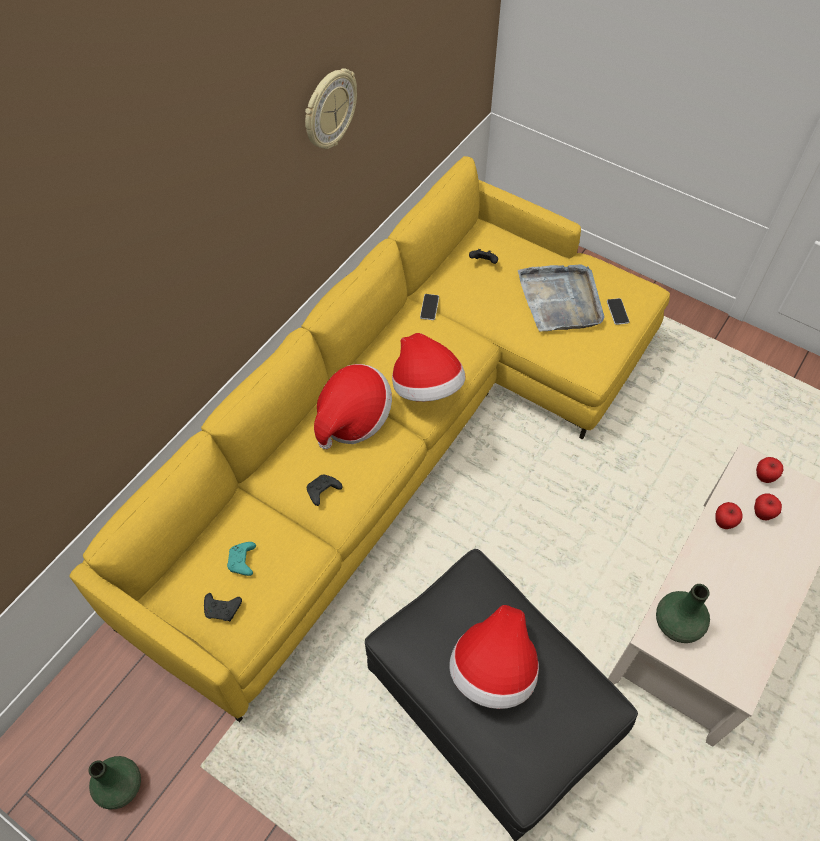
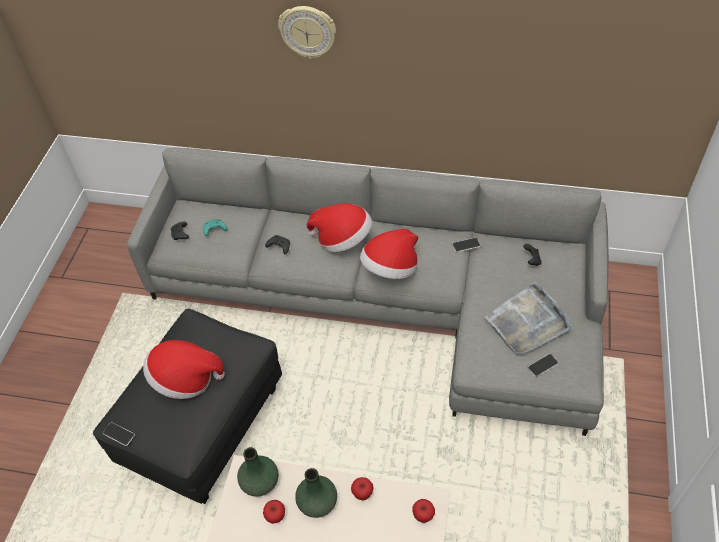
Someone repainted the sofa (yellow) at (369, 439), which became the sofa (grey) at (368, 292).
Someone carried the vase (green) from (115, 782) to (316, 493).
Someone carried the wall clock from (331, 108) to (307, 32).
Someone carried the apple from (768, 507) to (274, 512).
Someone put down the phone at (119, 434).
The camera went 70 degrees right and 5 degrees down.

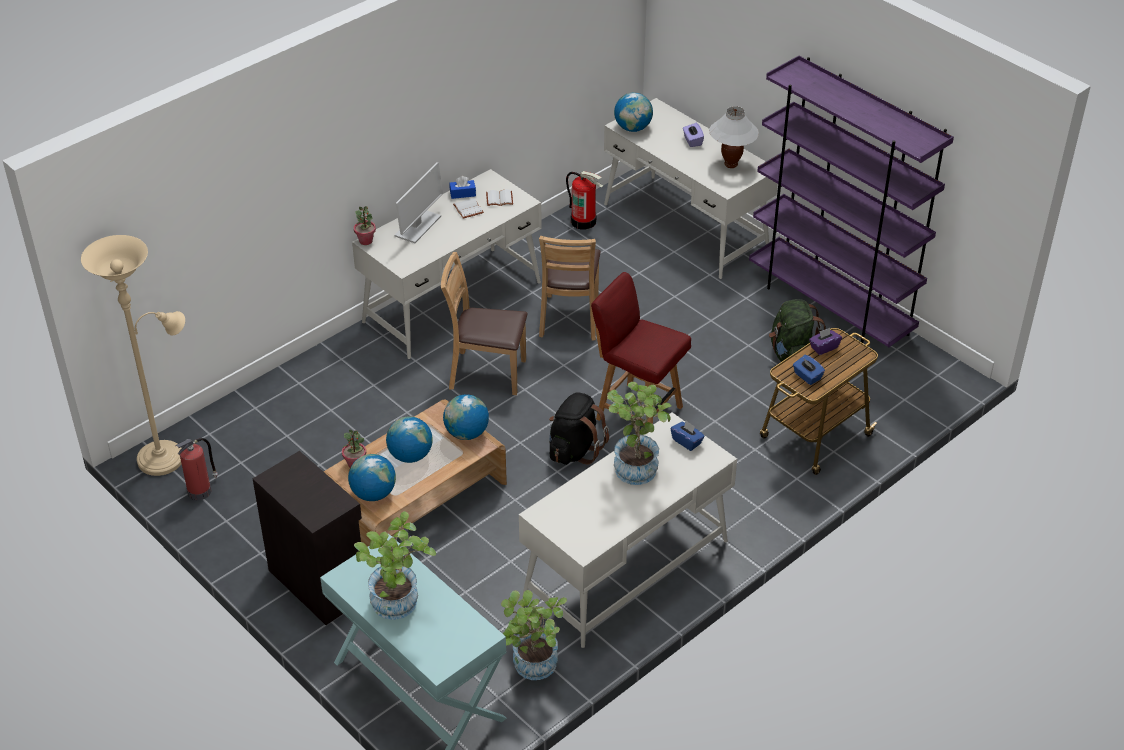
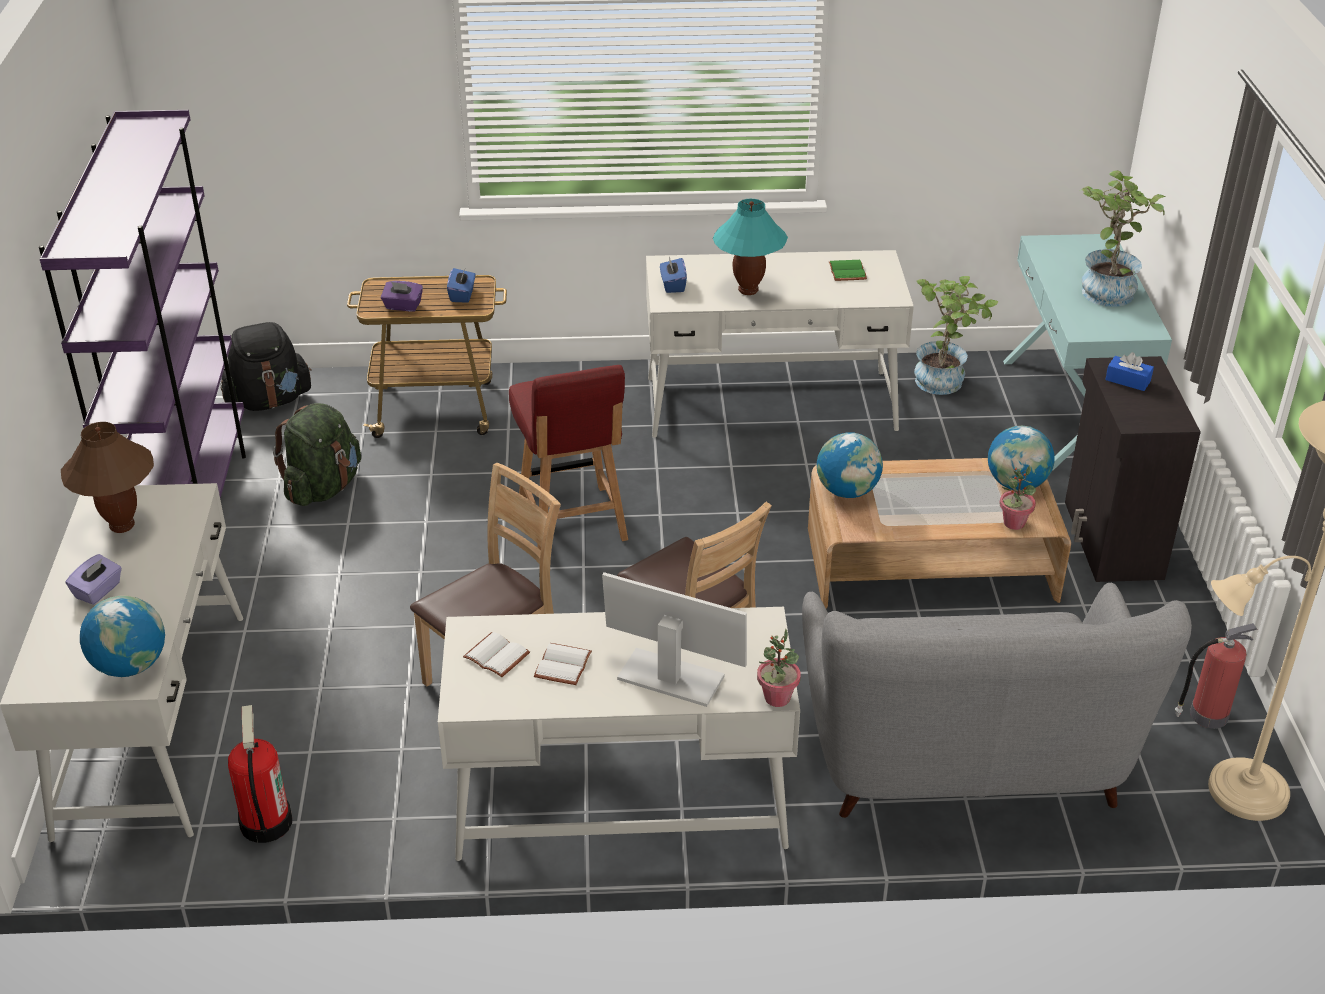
Someone took away the globe at (409, 439).
Someone rotated the monitor at (419, 202) by 45 degrees clockwise.
Someone carried the tissue box (blue) from (462, 187) to (1129, 371).
Someone carried the backpack (black) from (579, 429) to (266, 366).
Someone swapped the potted plant at (639, 433) for the table lamp (turquoise) at (750, 247).
Someone repainted the table lamp (white) at (734, 137), which became the table lamp (brown) at (107, 477).
Someone put down the sofa (grey) at (997, 700).
Someone put down the book (green) at (848, 270).
The camera went 140 degrees left and 5 degrees down.

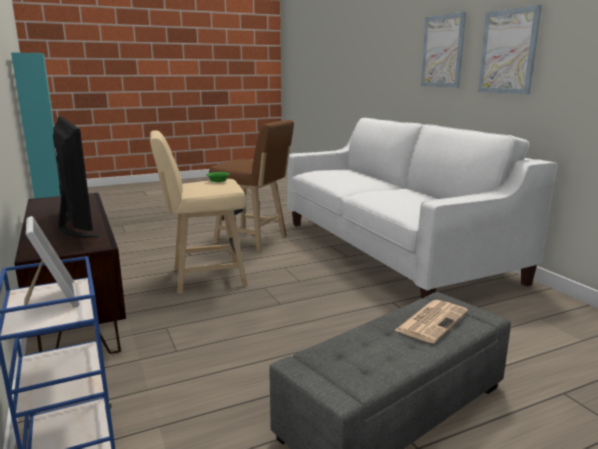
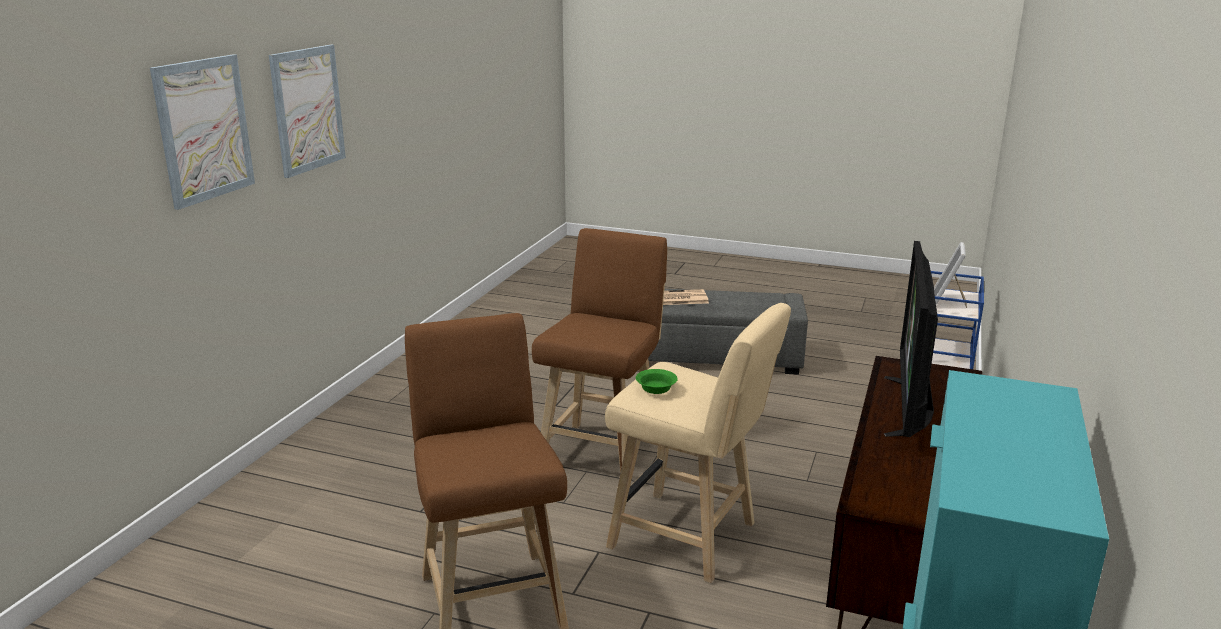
Someone took away the sofa (white) at (422, 208).
Someone put down the stool (brown) at (599, 357).
The camera went 135 degrees left and 5 degrees up.

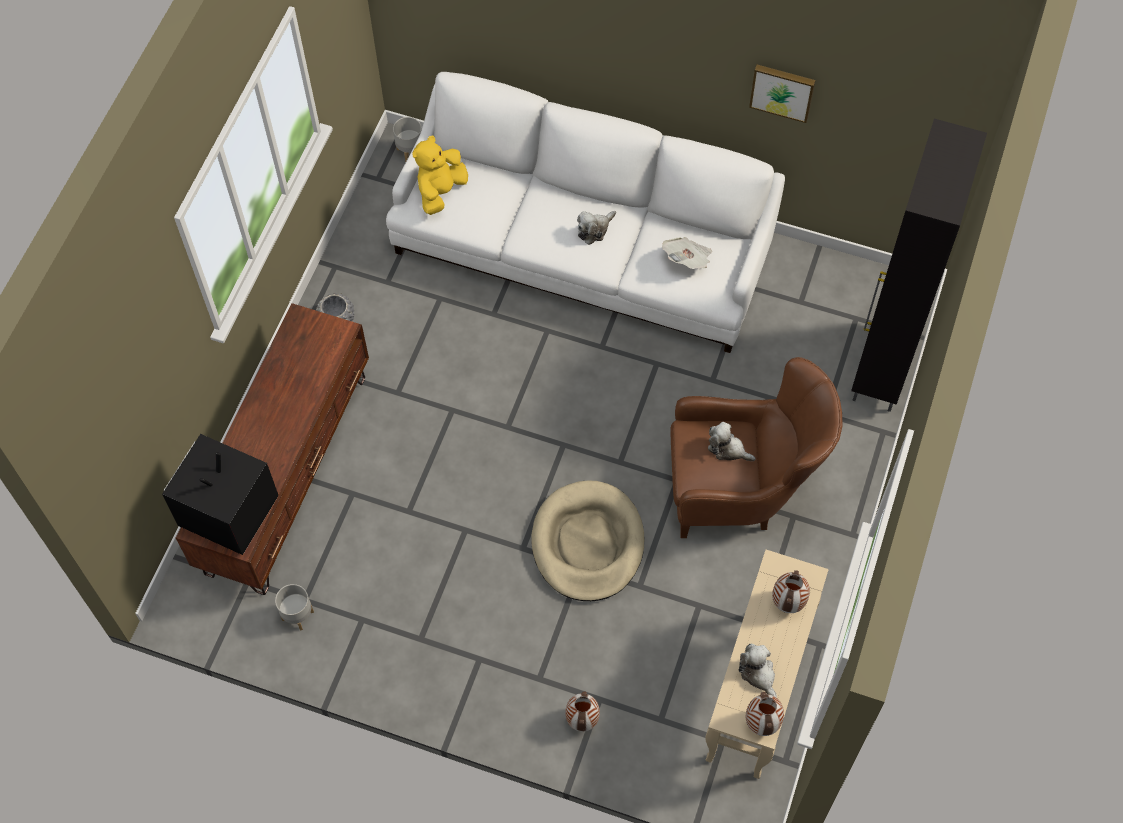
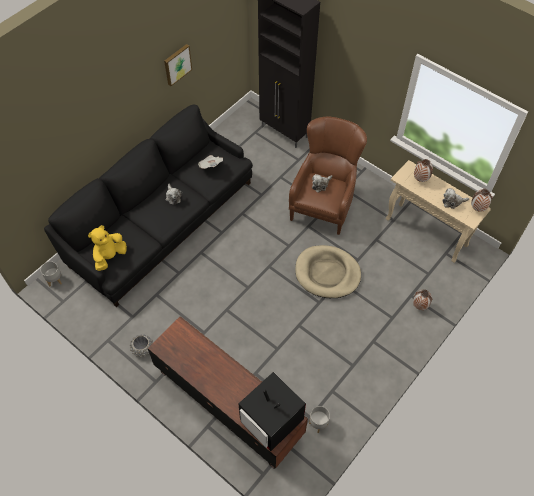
Someone repainted the sofa (white) at (585, 212), which became the sofa (black) at (148, 206).
Someone rotated the plush toy (yellow) at (440, 175) by 75 degrees clockwise.
The camera went 70 degrees left and 5 degrees down.

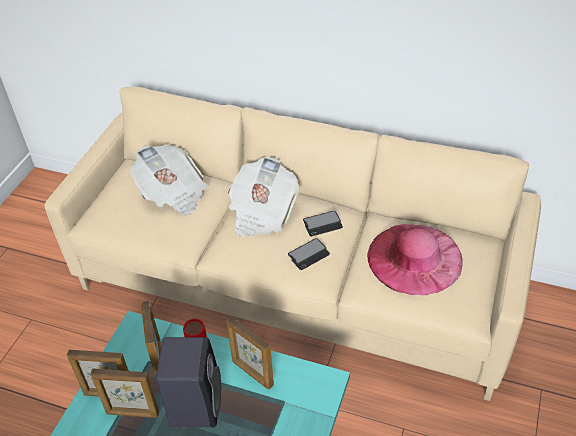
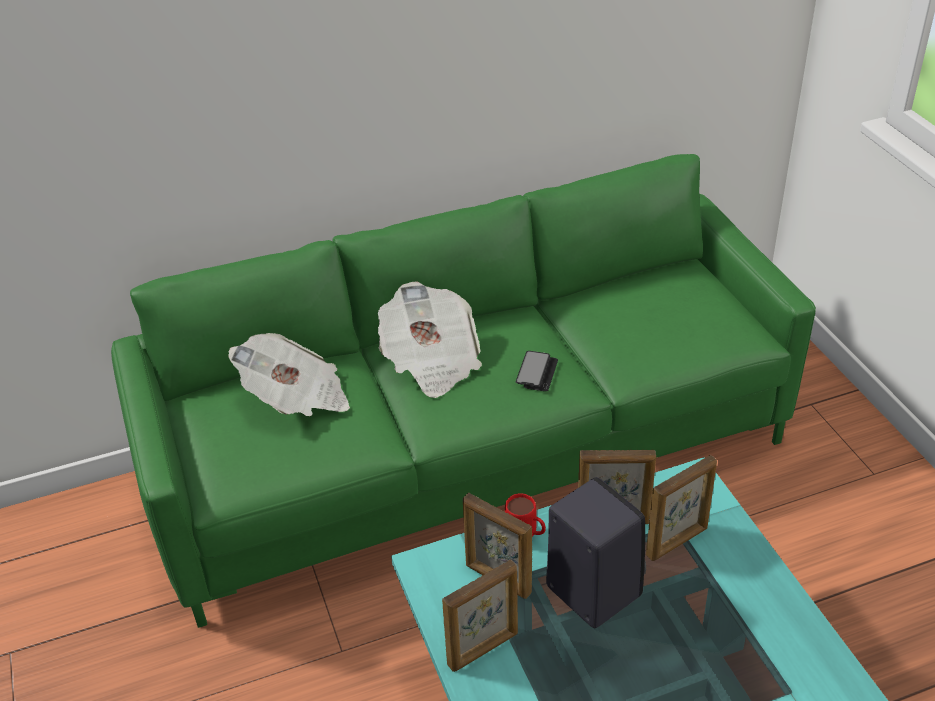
Someone repainted the sofa (beige) at (292, 244), which became the sofa (green) at (463, 391).
Someone carried the picture frame from (124, 393) to (681, 508).
Someone took away the phone at (323, 223).
Someone took away the hat (pink) at (415, 259).
The camera went 40 degrees left and 5 degrees down.

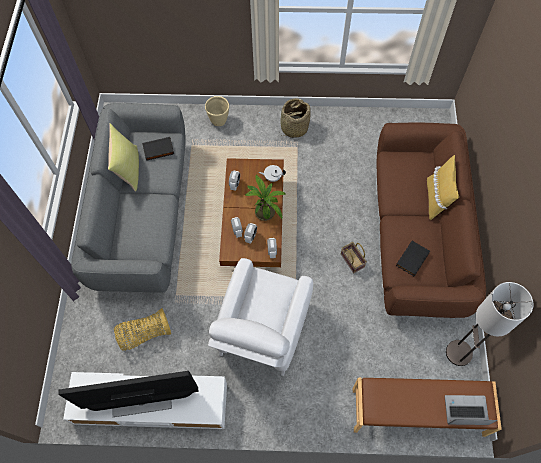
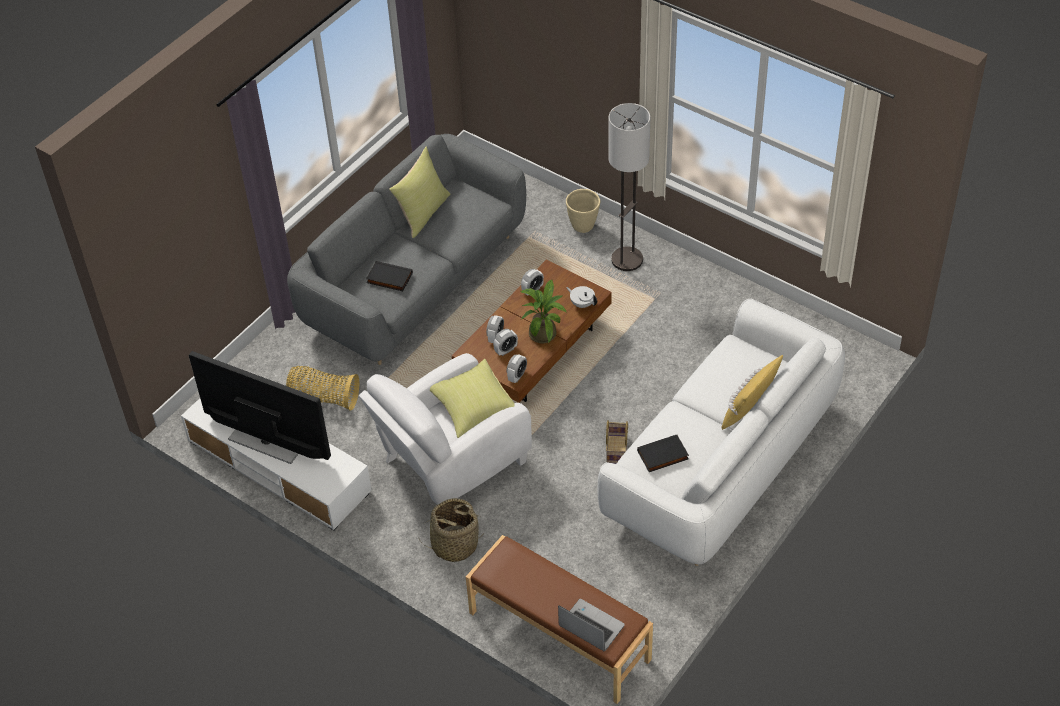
Someone carried the book (black) from (158, 149) to (389, 276).
Someone carried the basket from (295, 118) to (449, 530).
Someone repainted the sofa (brown) at (431, 220), which became the sofa (white) at (721, 432).
Someone carried the floor lamp from (489, 324) to (629, 187).
Someone put down the pillow (yellow) at (472, 398).
The camera went 35 degrees right and 15 degrees down.

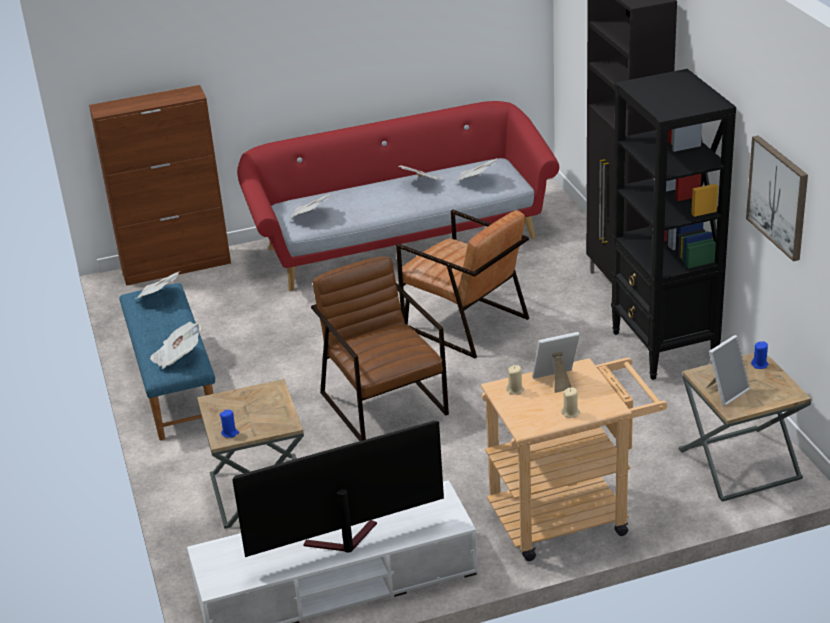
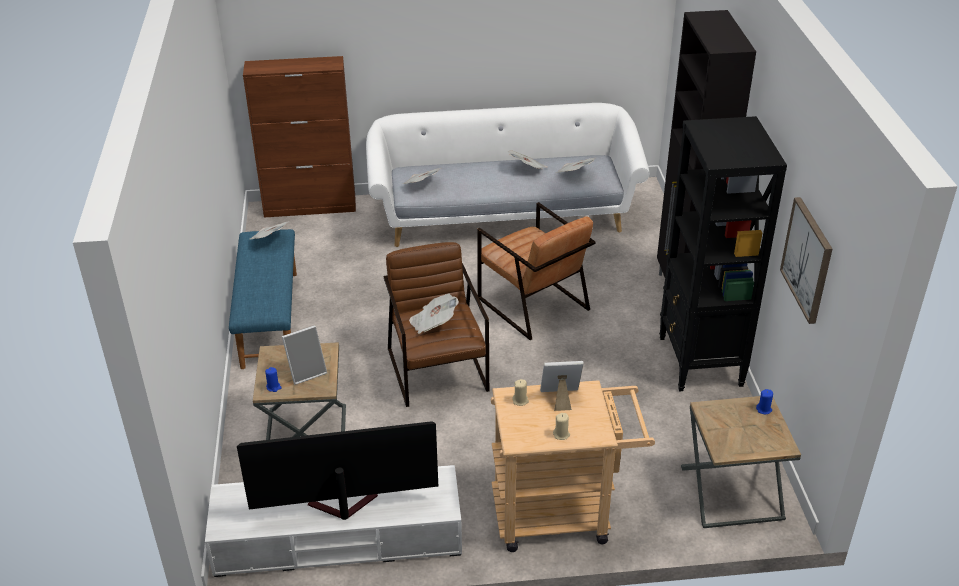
Someone carried the newspaper from (176, 345) to (434, 313).
Someone repainted the sofa (red) at (398, 196), which became the sofa (white) at (507, 175).
Someone carried the picture frame from (728, 370) to (304, 355).
The camera went 10 degrees right and 5 degrees up.

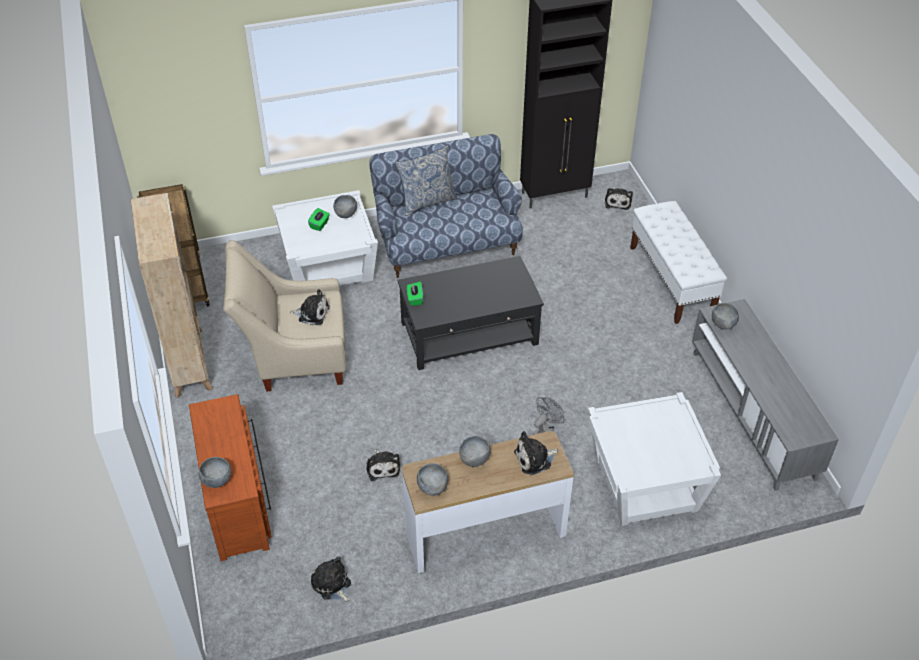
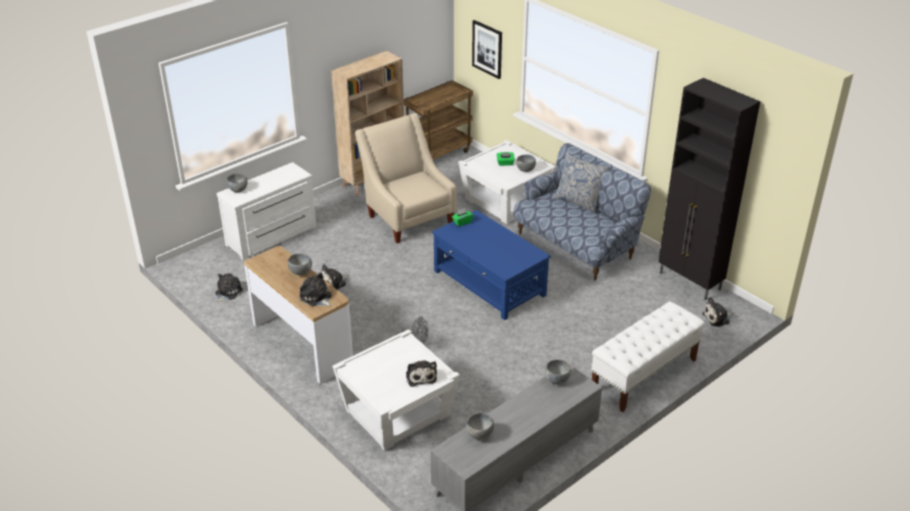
Someone repainted the dresser (brown) at (230, 477), which became the dresser (white) at (266, 211).
Someone carried the plush toy from (309, 307) to (421, 374).
Someone repainted the coffee table (black) at (470, 313), which became the coffee table (blue) at (491, 265).
Someone carried the bowl (grey) from (432, 479) to (480, 426).
Someone put up the picture at (487, 49).
The camera went 65 degrees right and 10 degrees down.

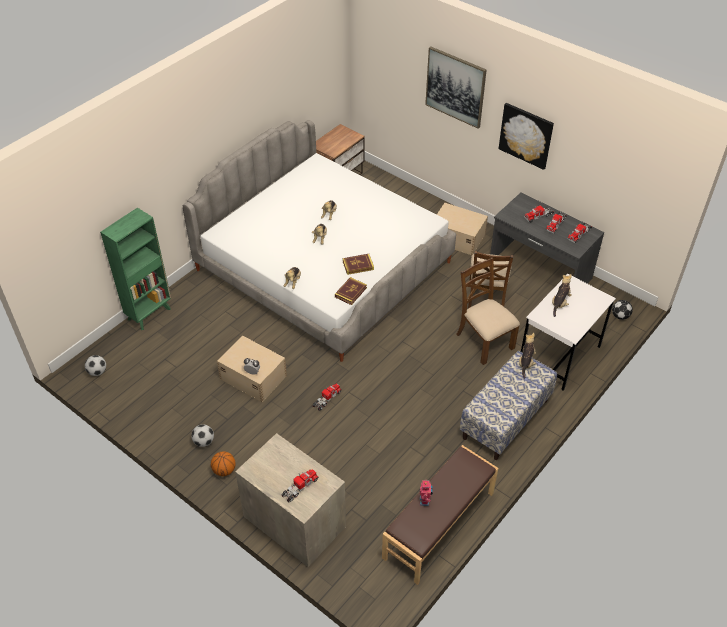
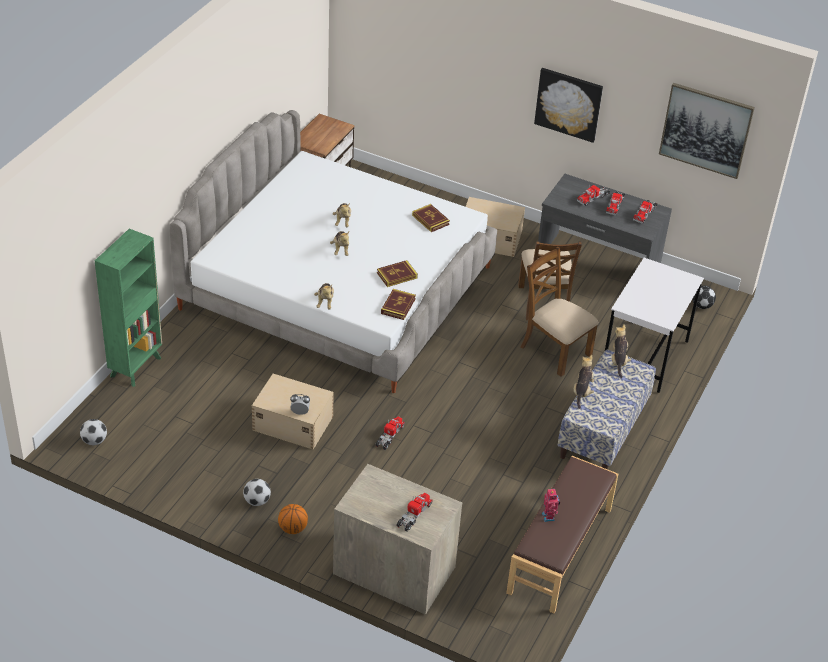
Someone carried the picture from (456, 88) to (707, 131).
Someone carried the plush toy from (562, 295) to (584, 382).
Someone put down the book at (431, 218).
The camera went 15 degrees left and 5 degrees down.

